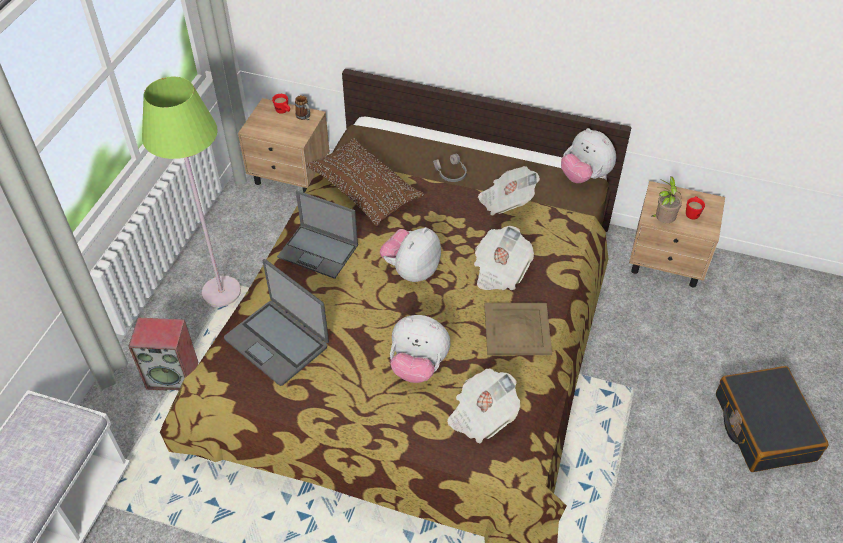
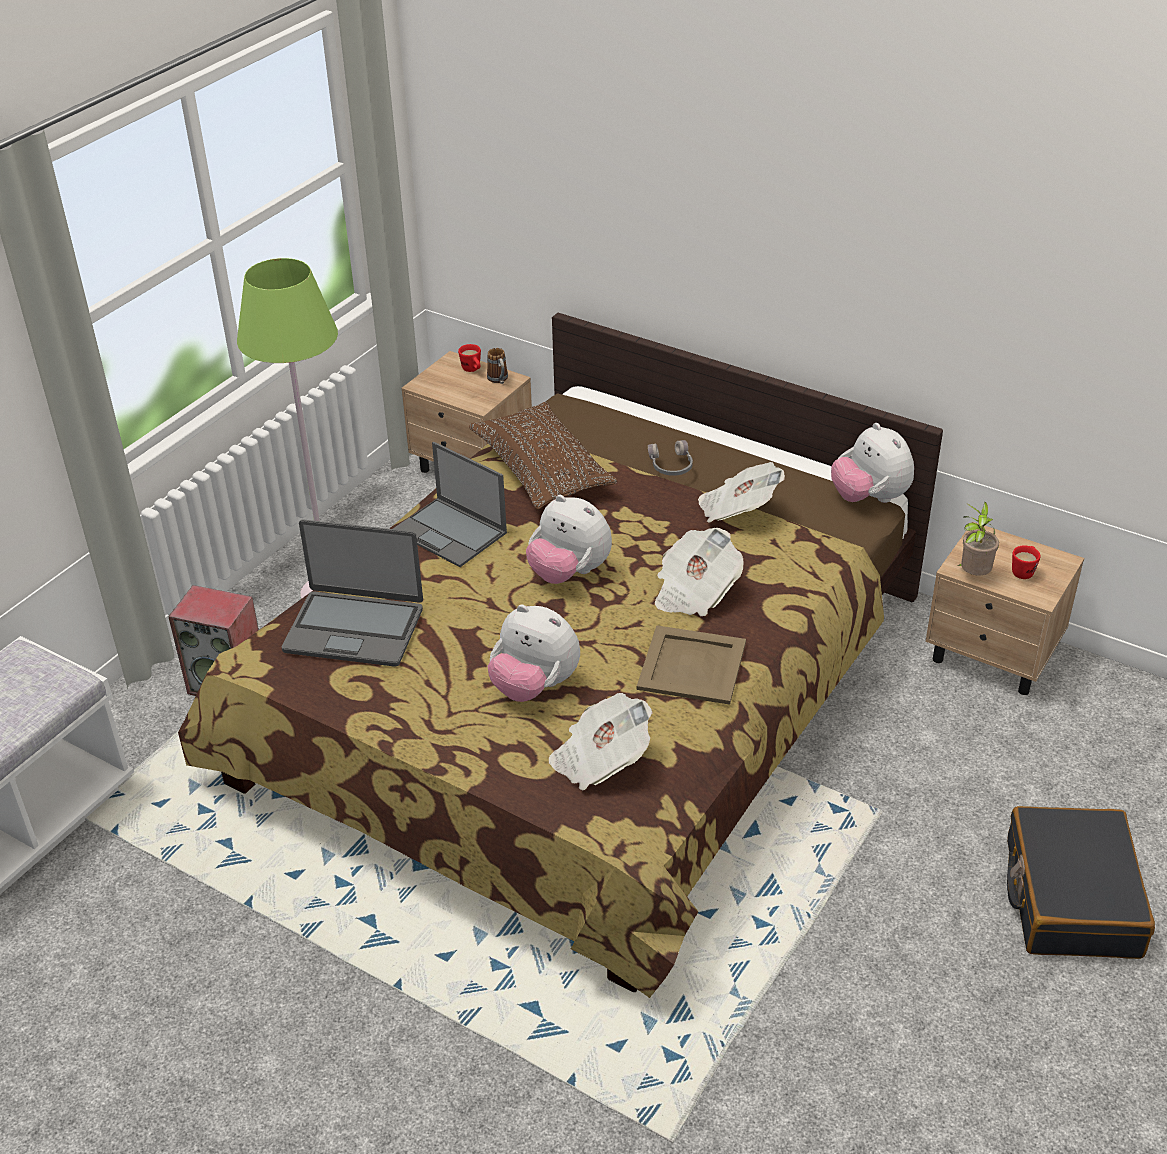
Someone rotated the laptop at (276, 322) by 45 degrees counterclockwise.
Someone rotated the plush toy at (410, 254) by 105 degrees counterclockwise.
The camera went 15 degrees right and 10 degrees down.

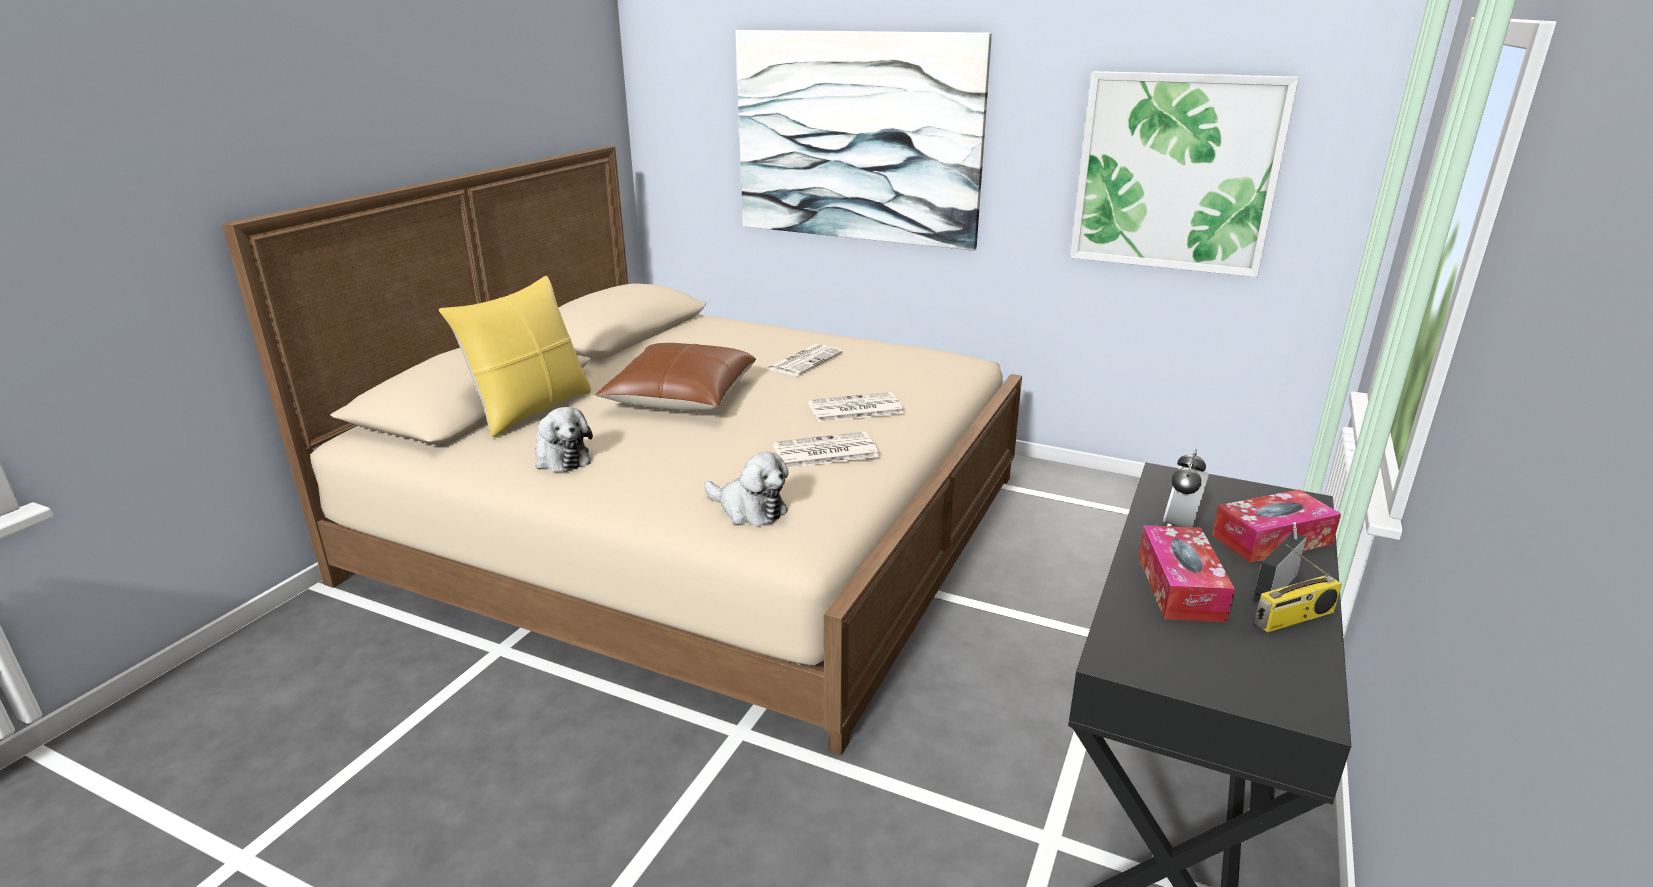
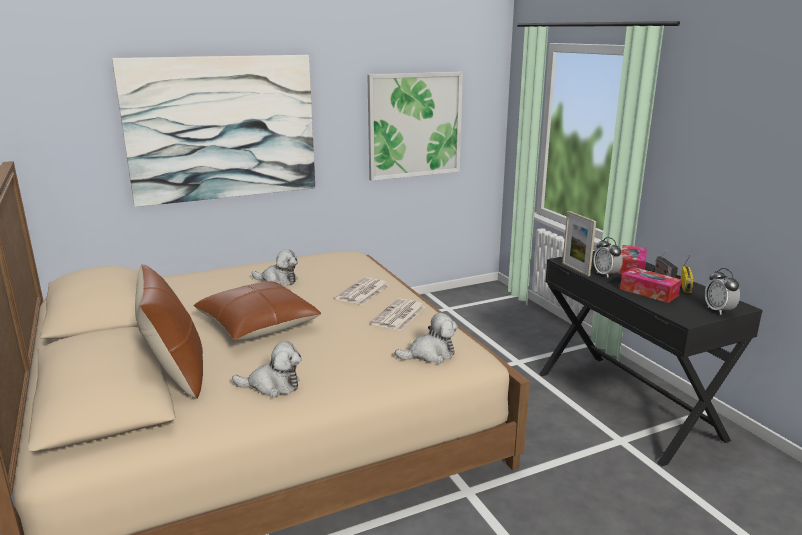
Someone repainted the pillow (yellow) at (515, 356), which became the pillow (brown) at (169, 331).
Someone swapped the newspaper at (804, 360) for the plush toy at (275, 267).
Someone put down the picture frame at (579, 243).
Someone put down the alarm clock at (722, 291).
The camera went 50 degrees left and 5 degrees down.

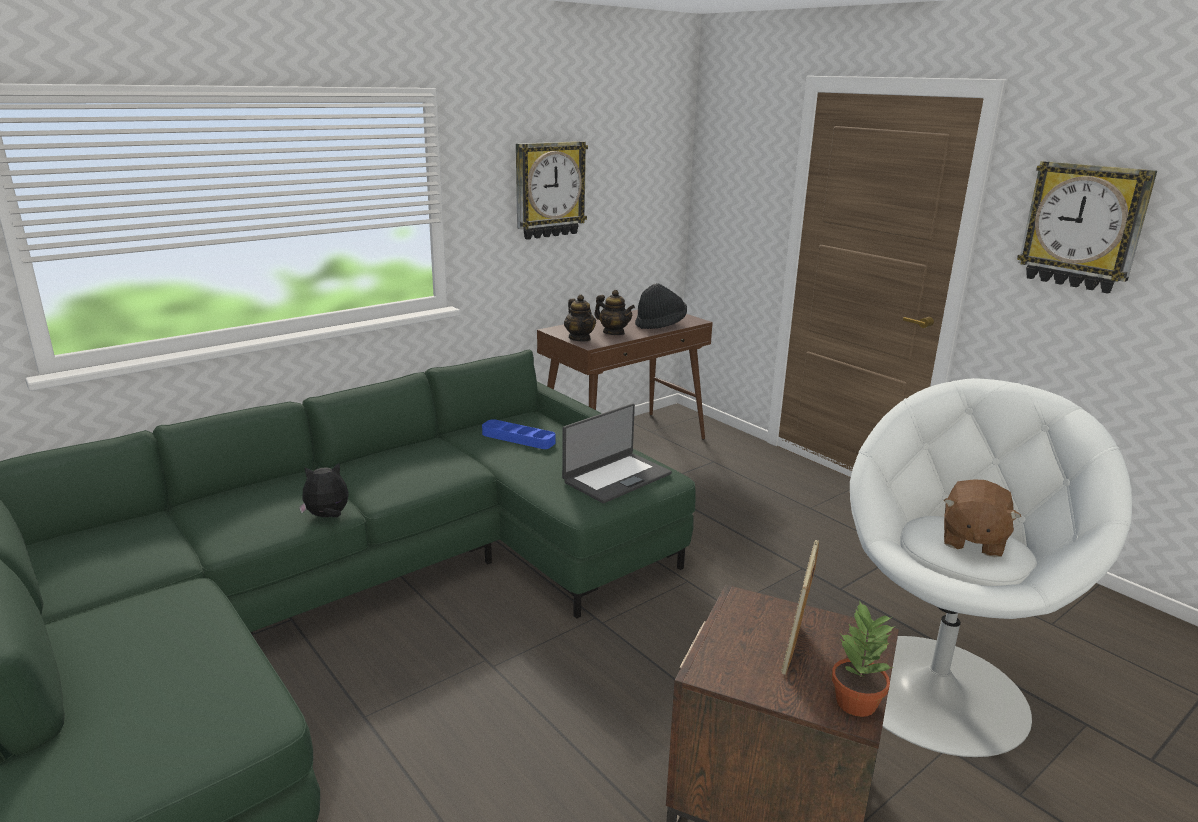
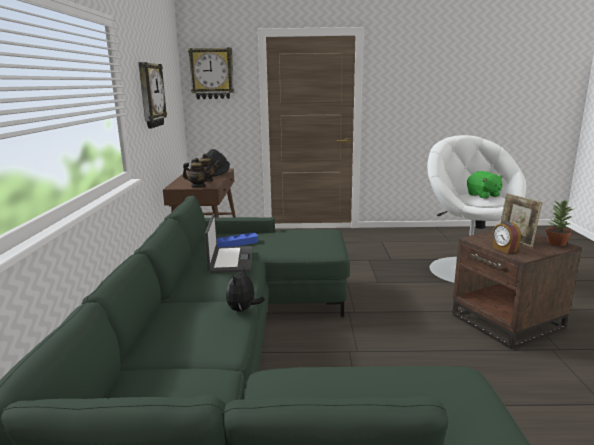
Someone carried the laptop from (617, 453) to (229, 243).
Someone repainted the plush toy (brown) at (982, 518), which became the plush toy (green) at (485, 185).
Someone carried the wall clock from (1087, 227) to (211, 73).
Someone put down the alarm clock at (507, 237).
The camera went 50 degrees left and 5 degrees down.

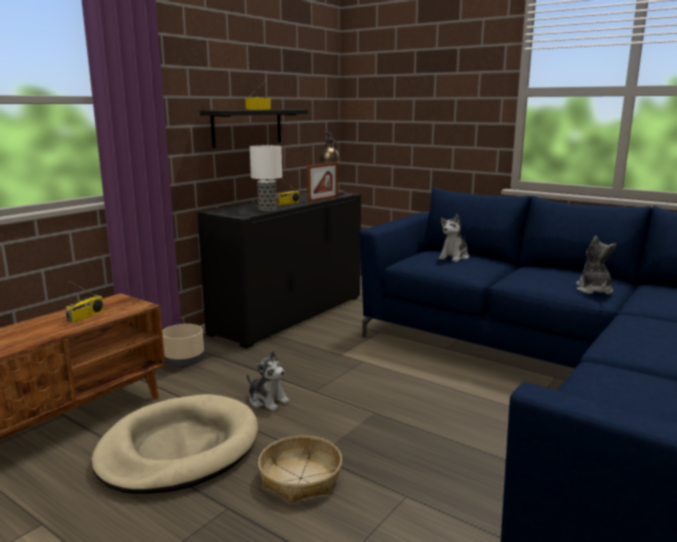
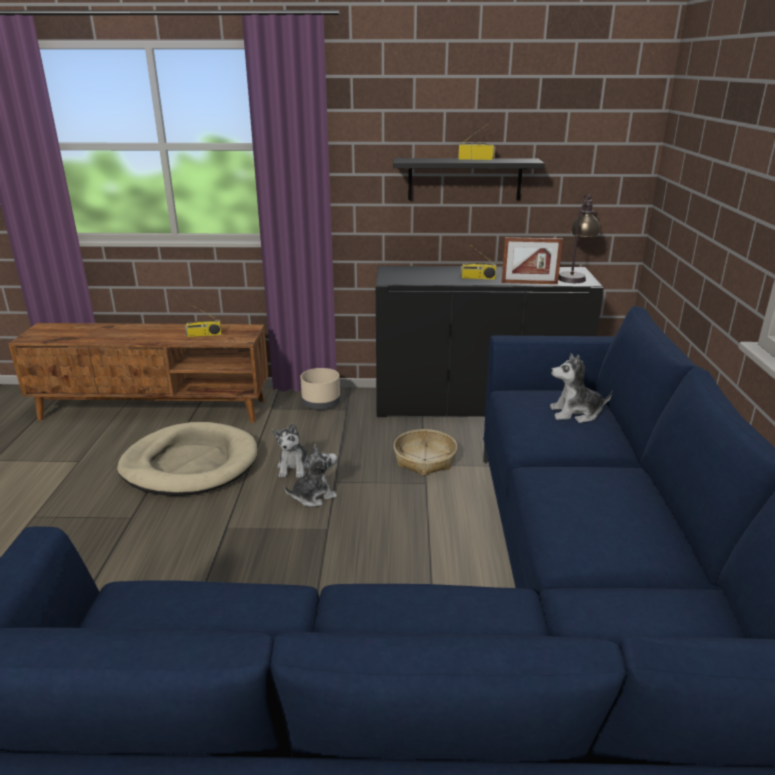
Someone took away the table lamp at (266, 178).
Someone carried the basket from (300, 469) to (426, 452).
Someone carried the plush toy from (596, 265) to (310, 475).
The camera went 55 degrees right and 10 degrees up.

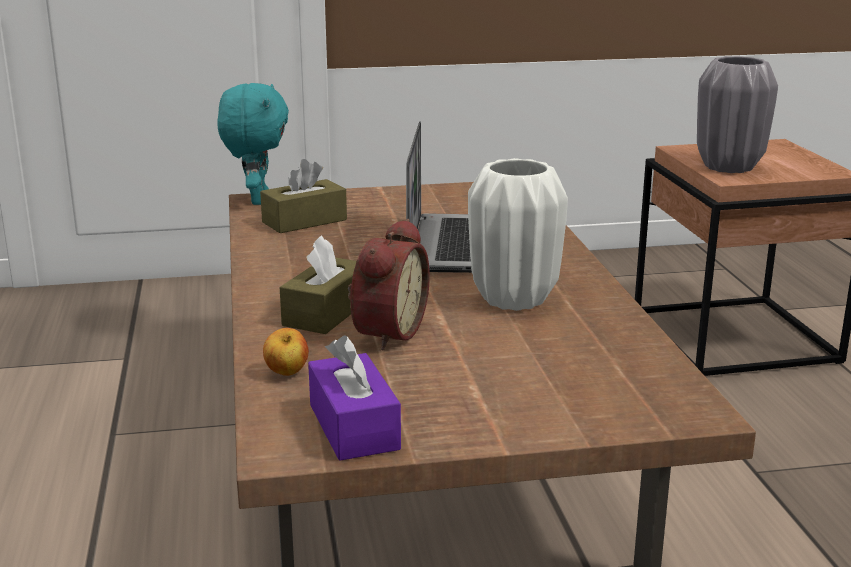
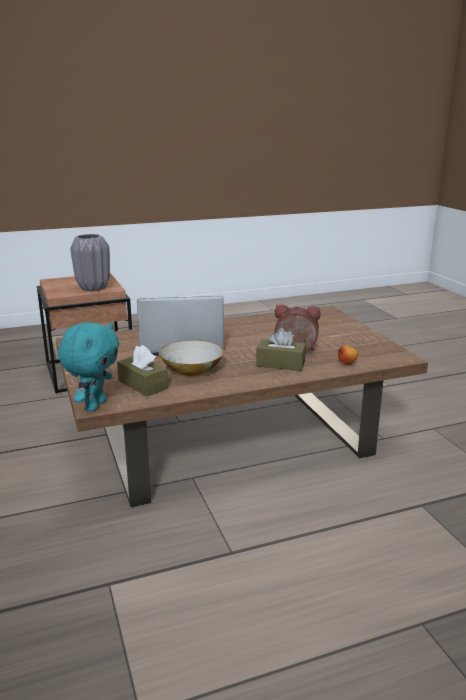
Someone rotated the plush toy (turquoise) at (253, 144) by 120 degrees clockwise.
Someone took away the tissue box (purple) at (354, 398).
Someone took away the vase (white) at (518, 234).
Someone put down the bowl at (191, 358).
The camera went 100 degrees left and 0 degrees up.

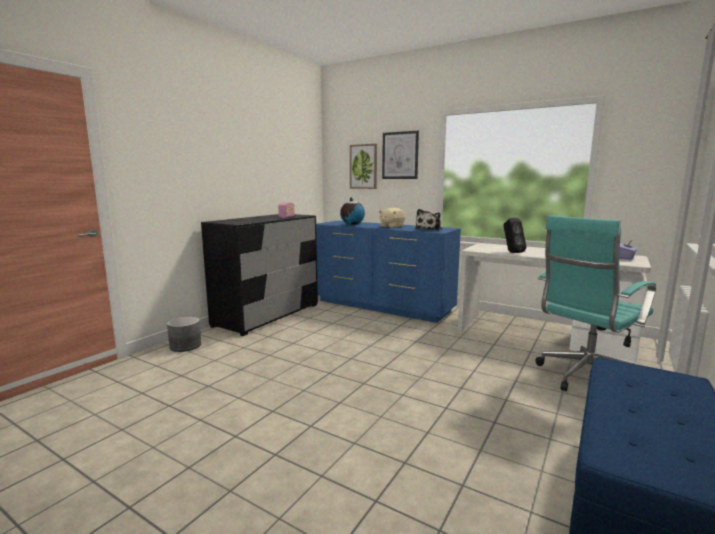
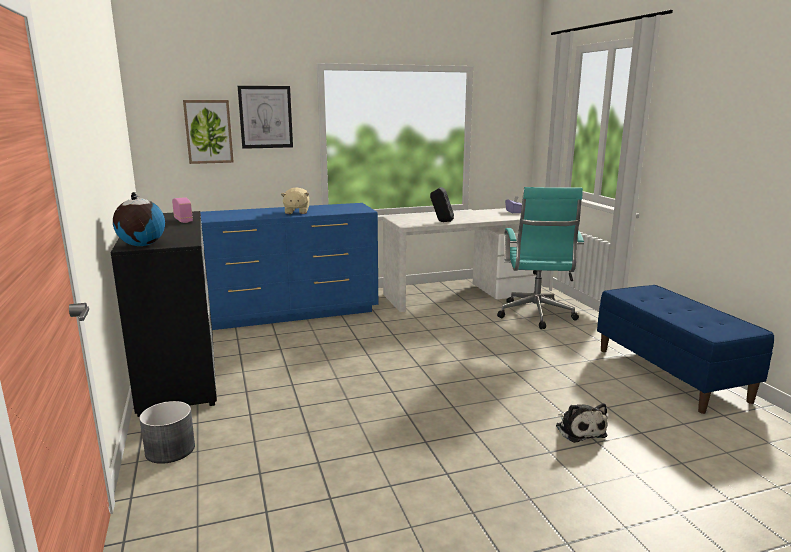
Someone carried the globe from (352, 211) to (139, 219).
Someone carried the plush toy from (428, 219) to (582, 423).
The camera went 50 degrees left and 5 degrees up.

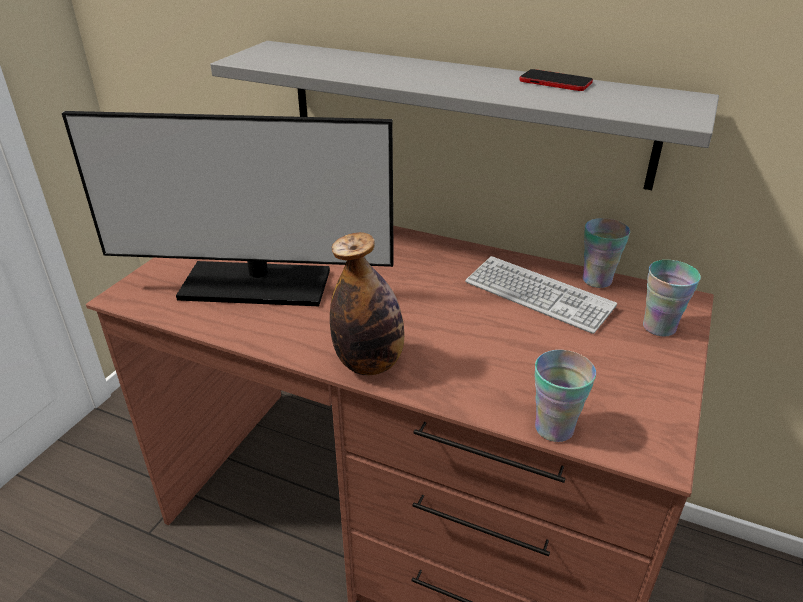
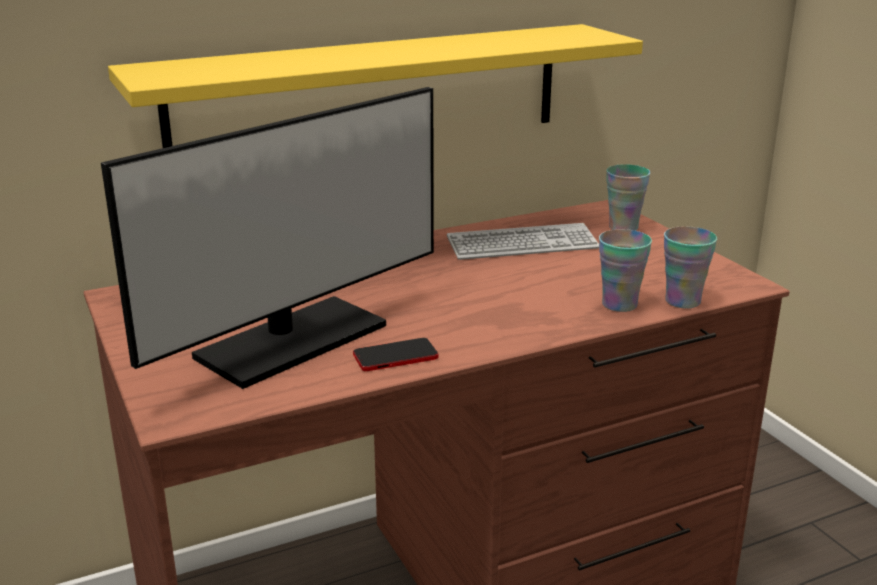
Someone repainted the shelf (grey) at (464, 115), which became the shelf (yellow) at (375, 86).
Someone took away the bottle at (367, 303).
Someone carried the phone from (556, 80) to (396, 354).
Someone carried the cup from (606, 253) to (625, 270).
The camera went 50 degrees left and 10 degrees down.

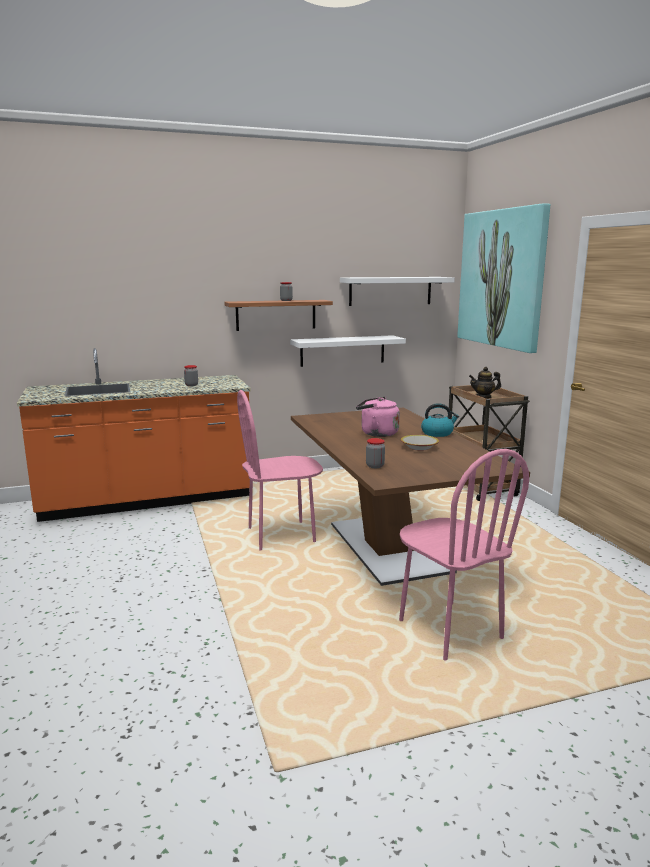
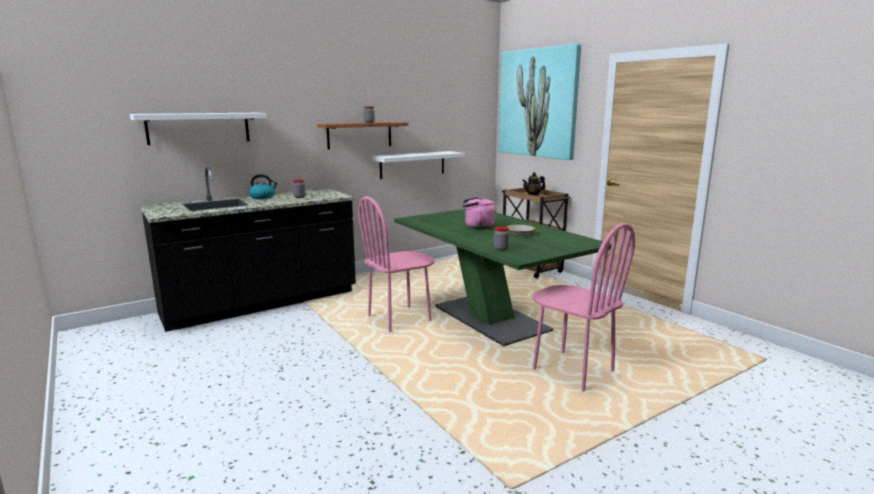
Someone repainted the counter (orange) at (134, 435), which became the counter (black) at (248, 249).
Someone repainted the dining table (brown) at (410, 497), which became the dining table (green) at (503, 277).
Someone carried the shelf (white) from (397, 291) to (198, 129).
Someone carried the kettle from (440, 420) to (263, 186).
The camera went 15 degrees left and 0 degrees up.

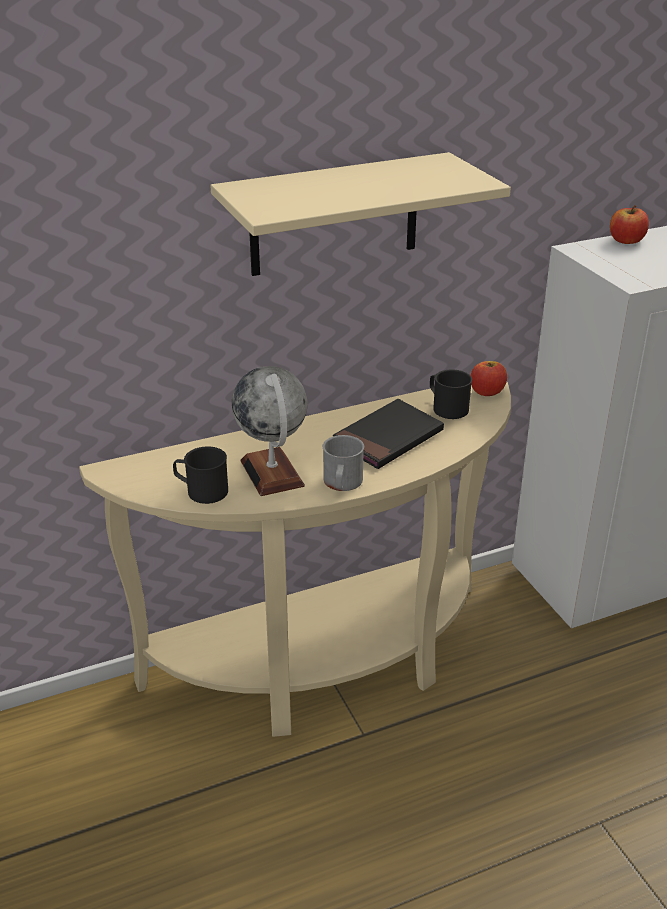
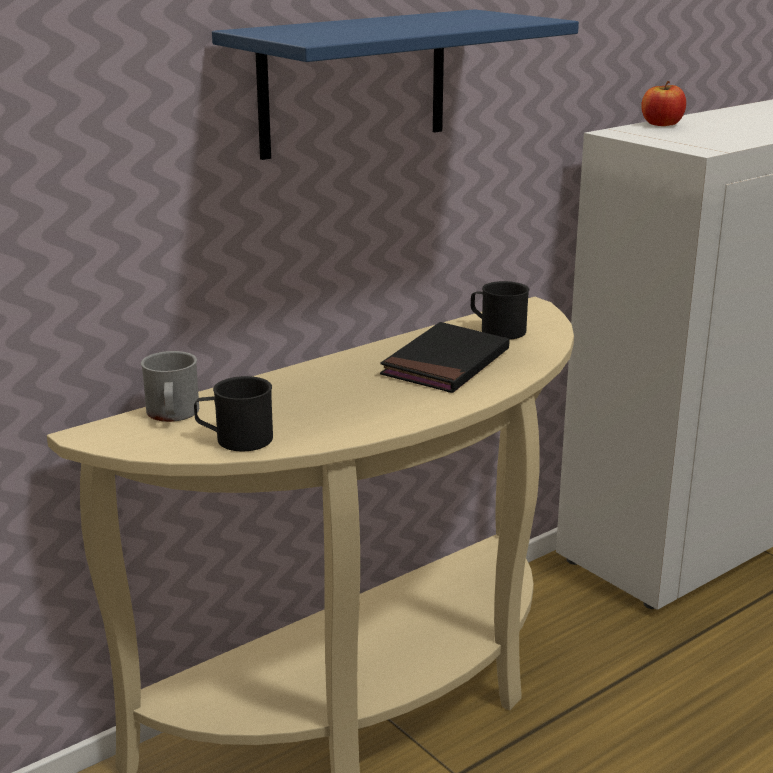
Someone repainted the shelf (beige) at (360, 214), which became the shelf (blue) at (395, 84).
Someone took away the globe at (269, 431).
Someone carried the mug (grey) from (343, 463) to (170, 386).
Someone took away the apple at (489, 378).
The camera went 15 degrees left and 10 degrees down.

